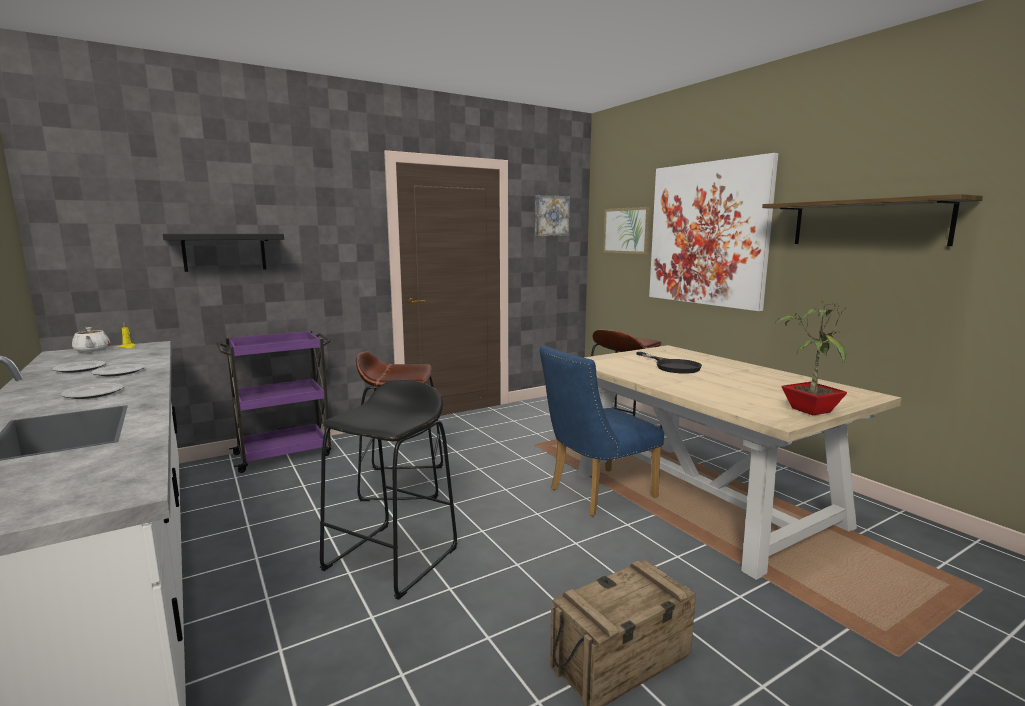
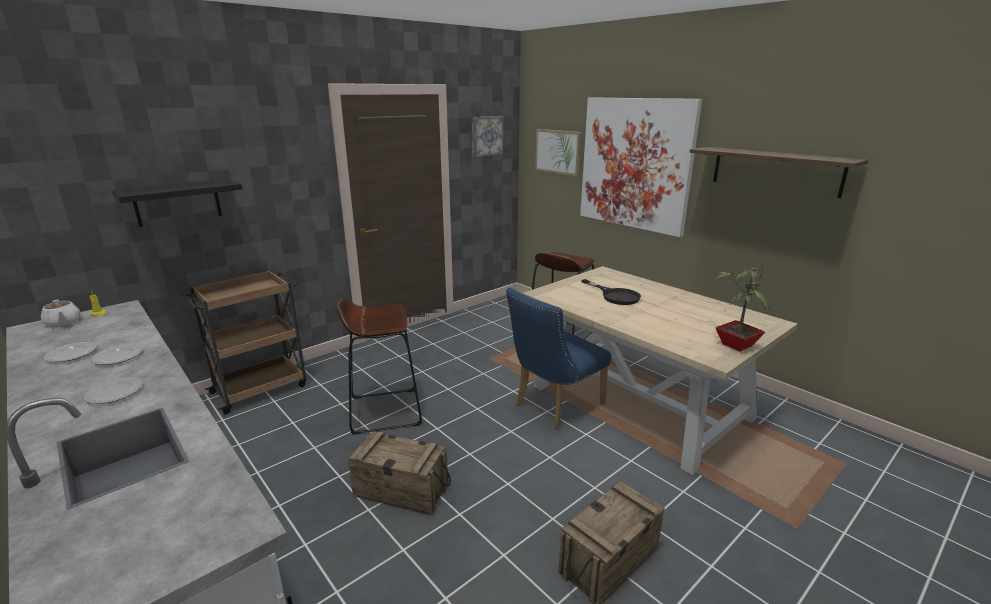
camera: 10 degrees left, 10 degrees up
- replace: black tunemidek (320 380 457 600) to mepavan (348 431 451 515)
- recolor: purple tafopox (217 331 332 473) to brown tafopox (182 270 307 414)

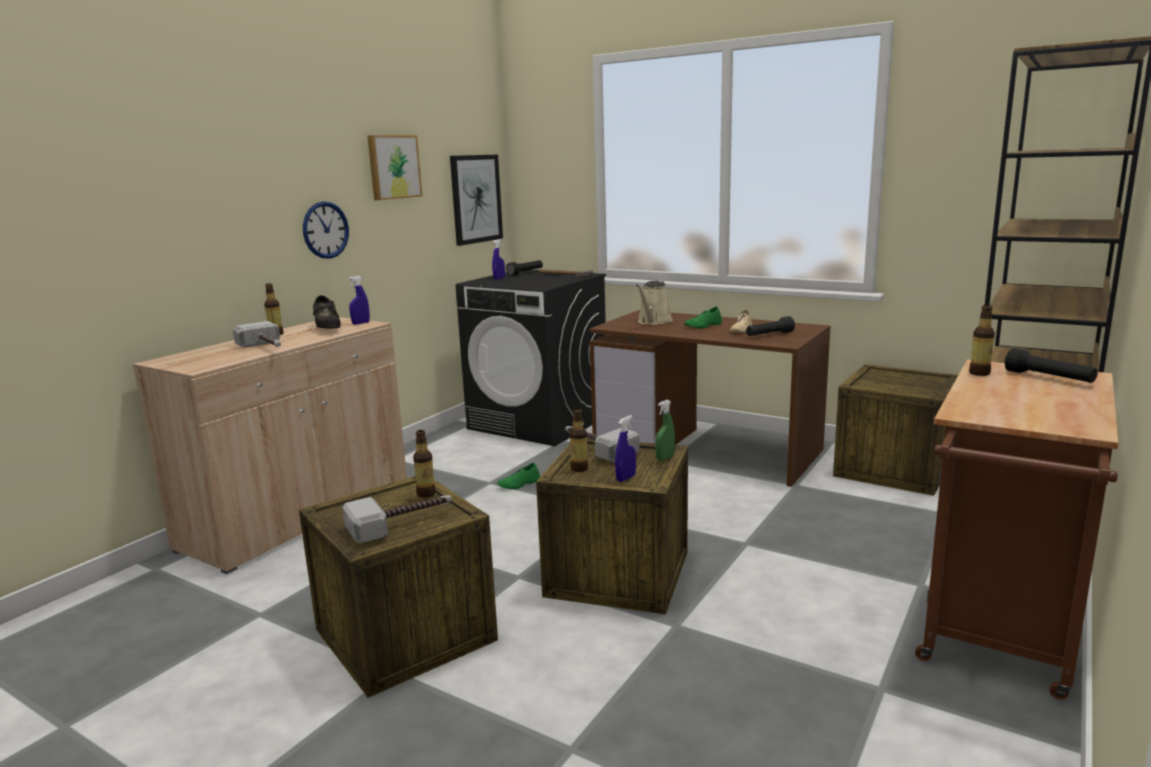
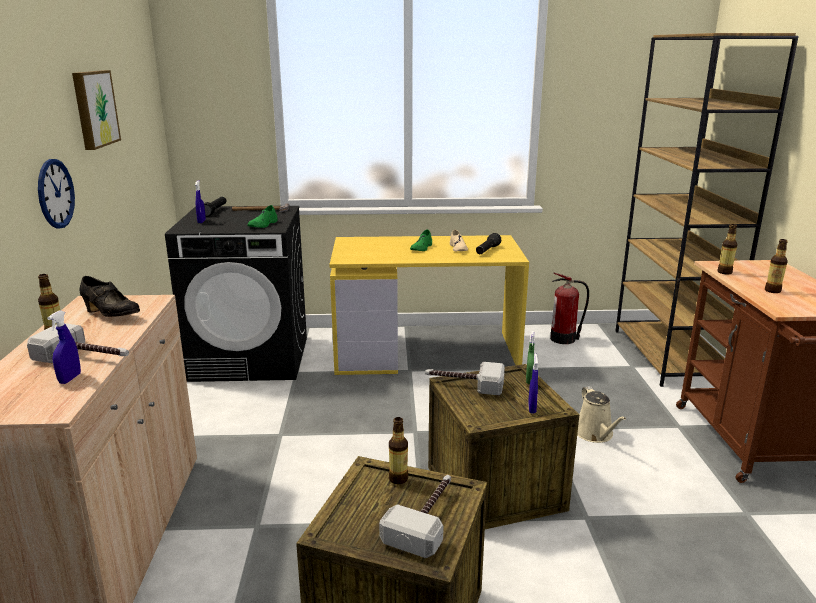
camera: 35 degrees left, 5 degrees up
- delete: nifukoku (450 155 503 246)
- delete: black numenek (1005 348 1098 383)
- move: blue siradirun (348 276 370 325) to (47 310 81 384)
- move: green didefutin (497 463 540 489) to (247 205 278 228)
- move: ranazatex (570 408 588 472) to (765 239 788 293)
- move: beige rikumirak (636 281 673 325) to (577 386 626 443)
- replace: mepavan (833 364 958 496) to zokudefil (550 273 589 344)
- recolor: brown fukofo (589 310 831 487) to yellow fukofo (329 235 529 375)

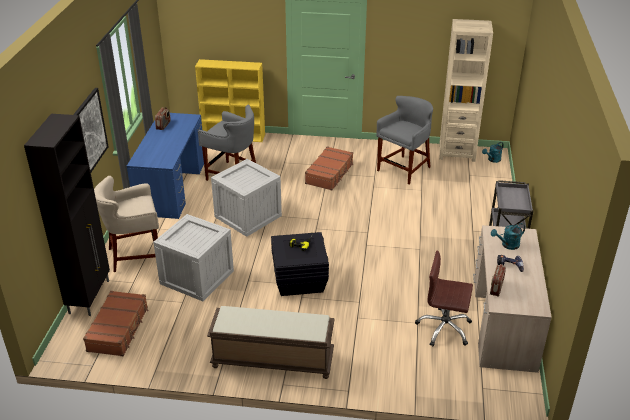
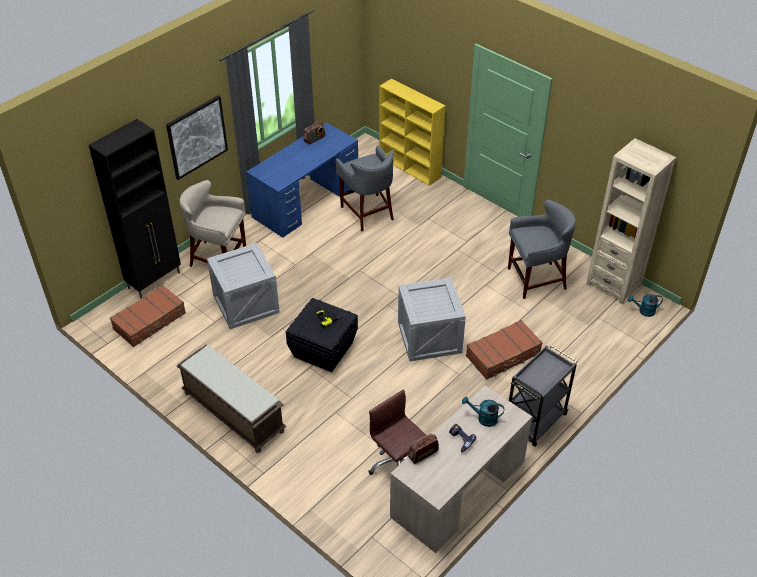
camera: 35 degrees right, 10 degrees up
- move: mepavan (211 159 282 237) to (398 278 466 361)
- move: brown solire (305 146 353 190) to (466 320 543 380)

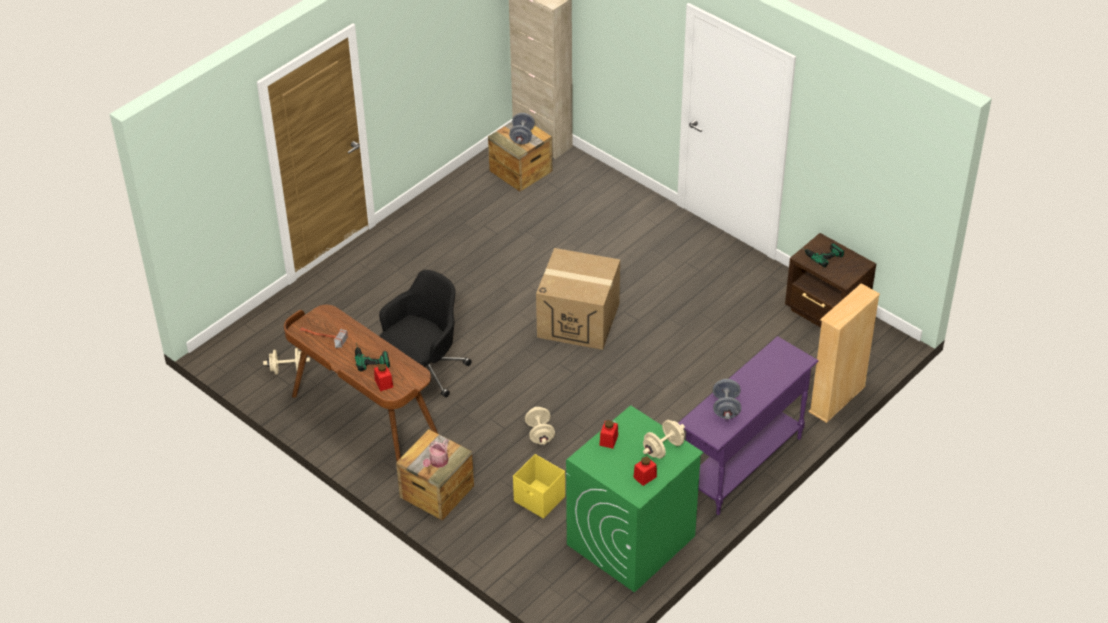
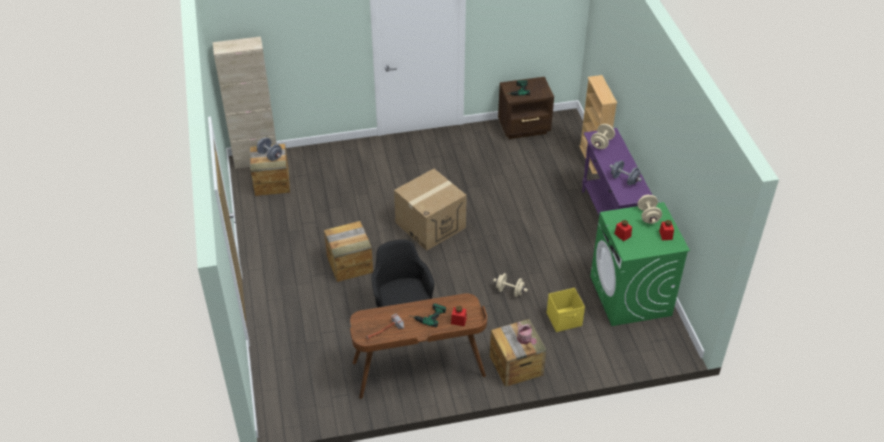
camera: 55 degrees left, 0 degrees up
- insert: mepavan (324 221 373 282)
- move: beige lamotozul (263 348 310 375) to (591 124 615 149)

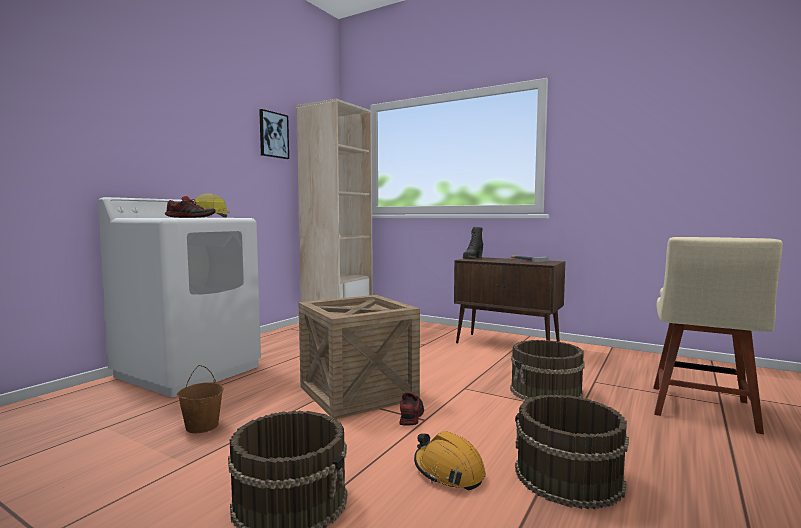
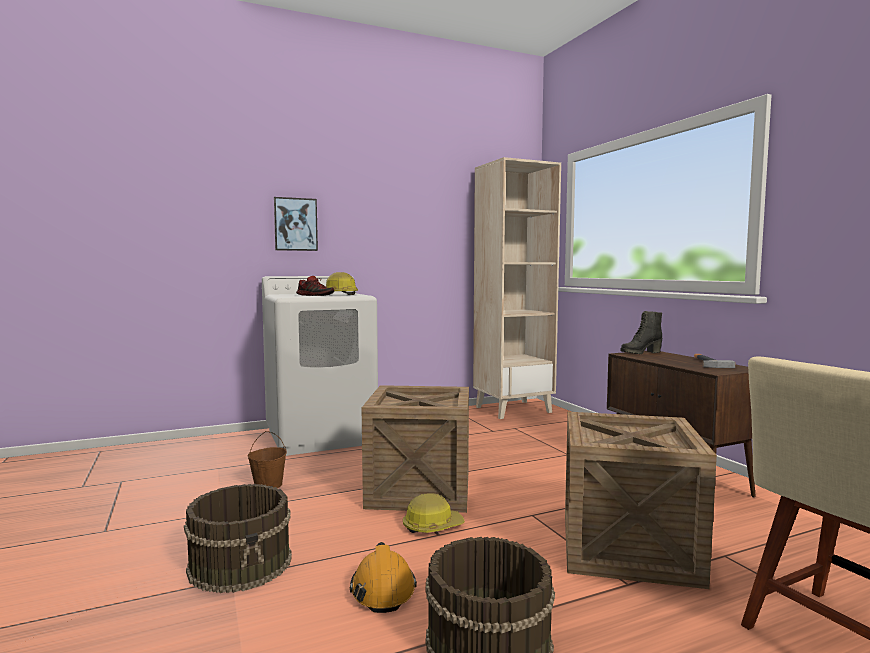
camera: 35 degrees right, 0 degrees up
- move: nifukoku (259 109 289 159) to (274 197 318 251)
- replace: didefutin (399 392 424 426) to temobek (403 493 465 533)
- replace: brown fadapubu (510 340 585 401) to mepavan (565 412 717 589)

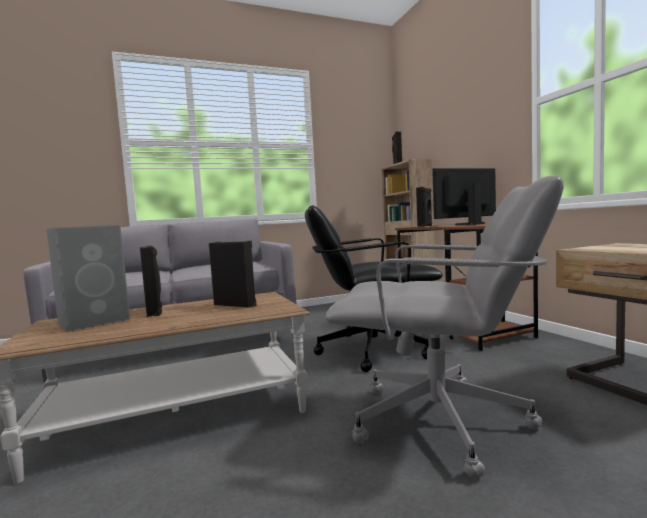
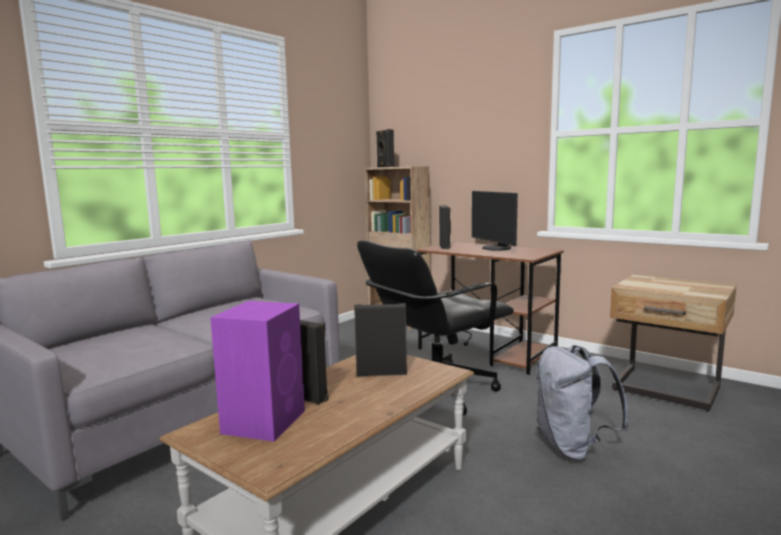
camera: 30 degrees left, 5 degrees up
- replace: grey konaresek (325 175 564 478) to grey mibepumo (536 345 629 462)
- recolor: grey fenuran (46 225 130 332) to purple fenuran (210 301 305 441)
- rotate: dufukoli (432 168 496 225) = (472 191 518 251) 60 degrees counterclockwise

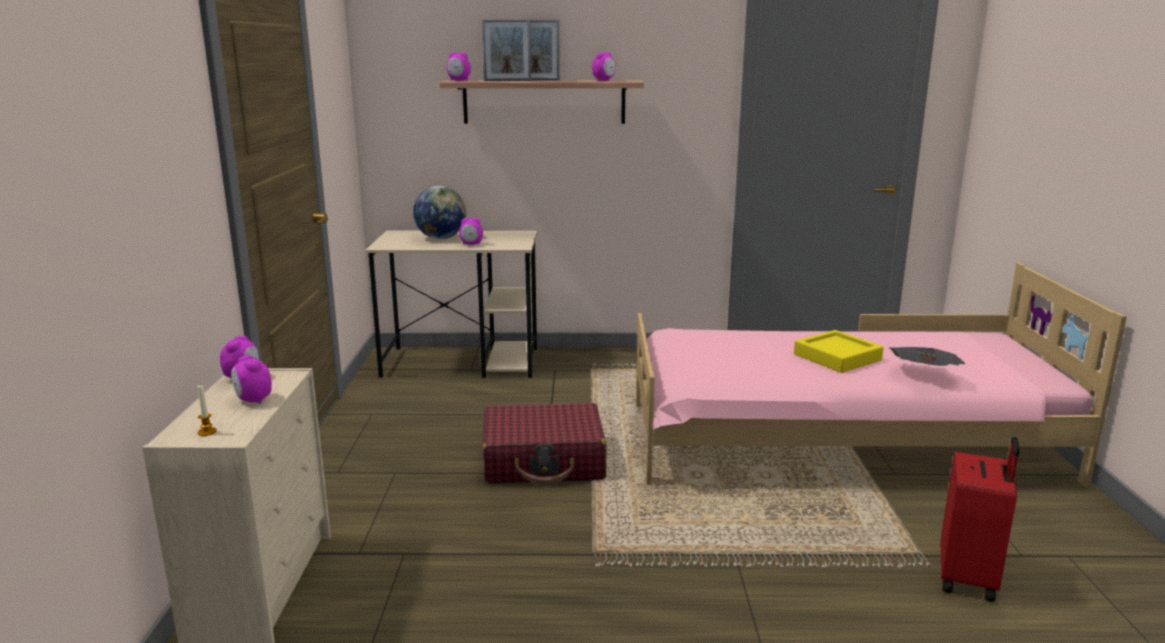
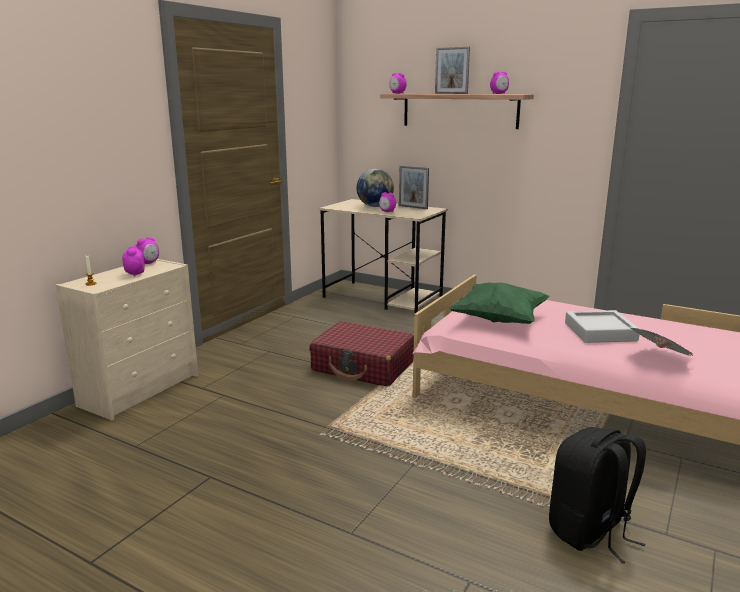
camera: 30 degrees right, 0 degrees up
- insert: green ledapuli (449 282 550 324)
- move: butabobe (482 19 531 81) to (399 166 429 209)
- replace: red solire (940 437 1020 602) to black mibepumo (549 427 646 564)
- recolor: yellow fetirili (794 330 884 373) to grey fetirili (565 310 640 343)

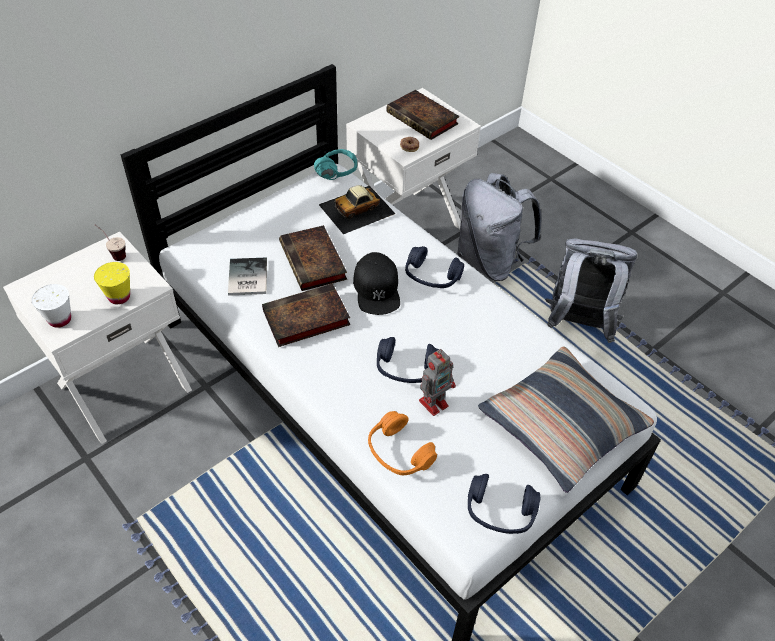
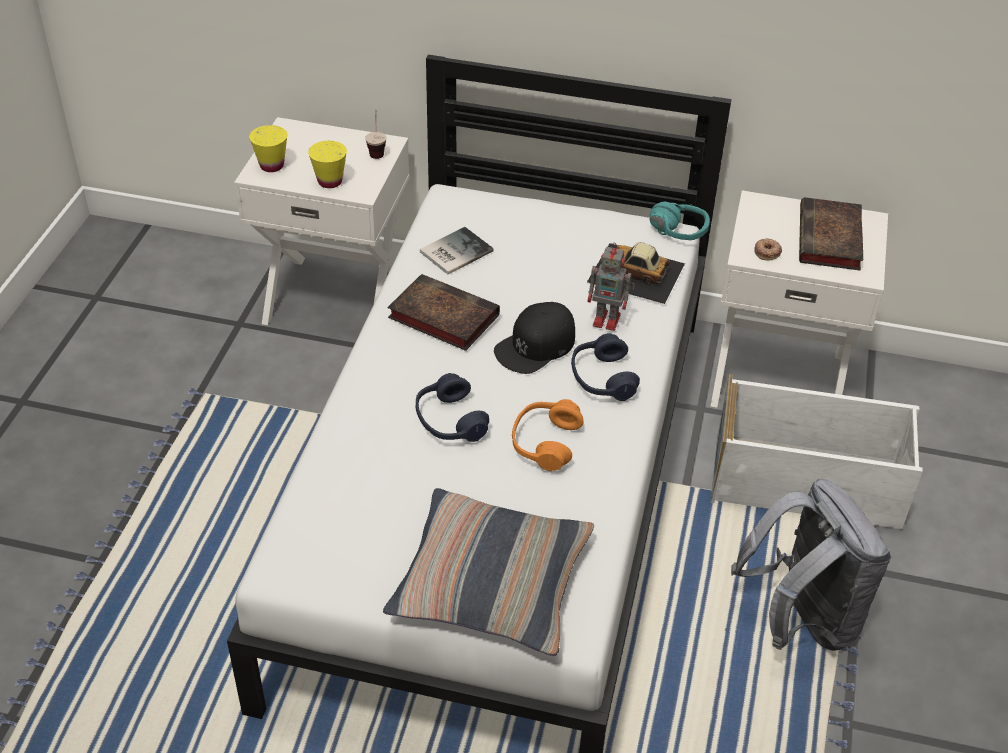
camera: 55 degrees right, 5 degrees down
- delete: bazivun (279 225 347 291)
- delete: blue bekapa (468 474 541 534)
- move: orange bekapa (368 411 437 475) to (512 399 584 471)
- move: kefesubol (419 349 456 416) to (587 243 635 331)
- replace: grey mibepumo (457 173 541 281) to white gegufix (711 374 923 529)
- recolor: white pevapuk (32 284 71 328) to yellow pevapuk (249 125 287 172)

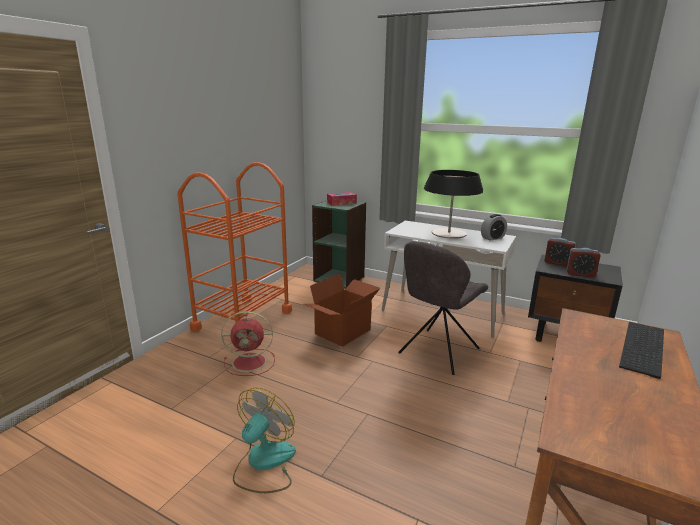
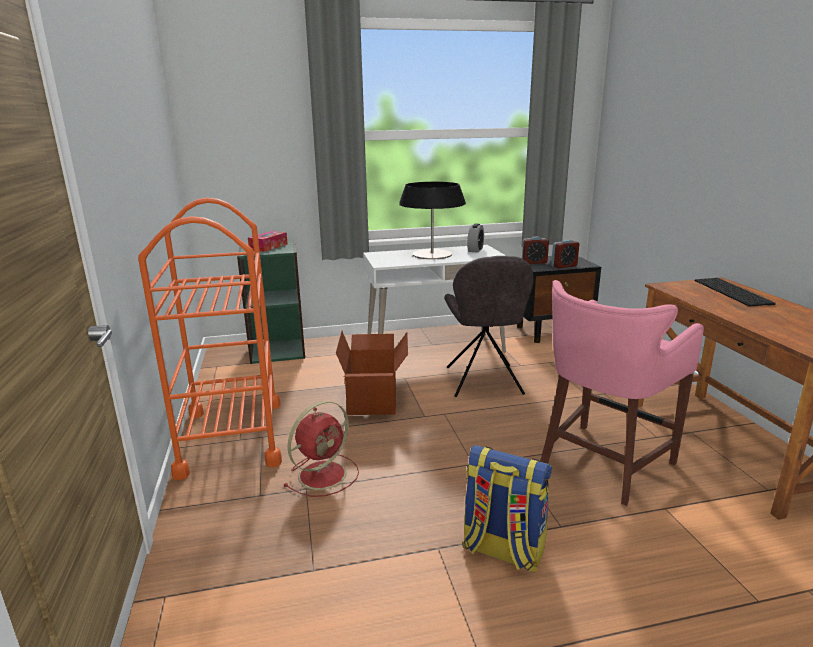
camera: 40 degrees left, 0 degrees up
- insert: pink tunemidek (540 280 704 506)
- replace: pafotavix (233 387 296 493) to mibepumo (462 445 552 573)

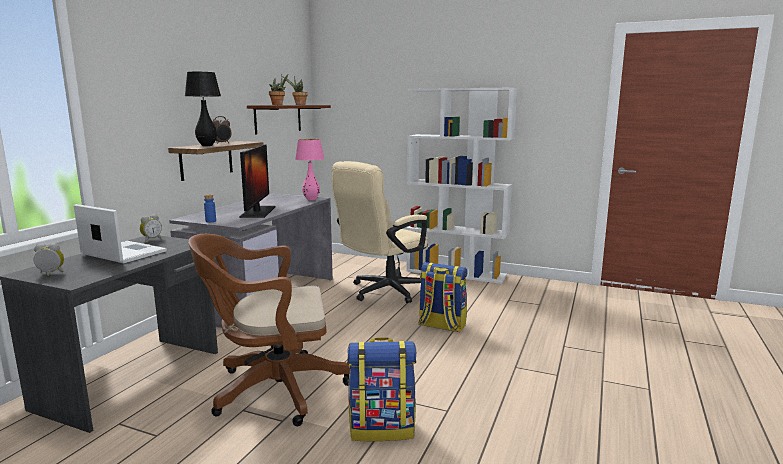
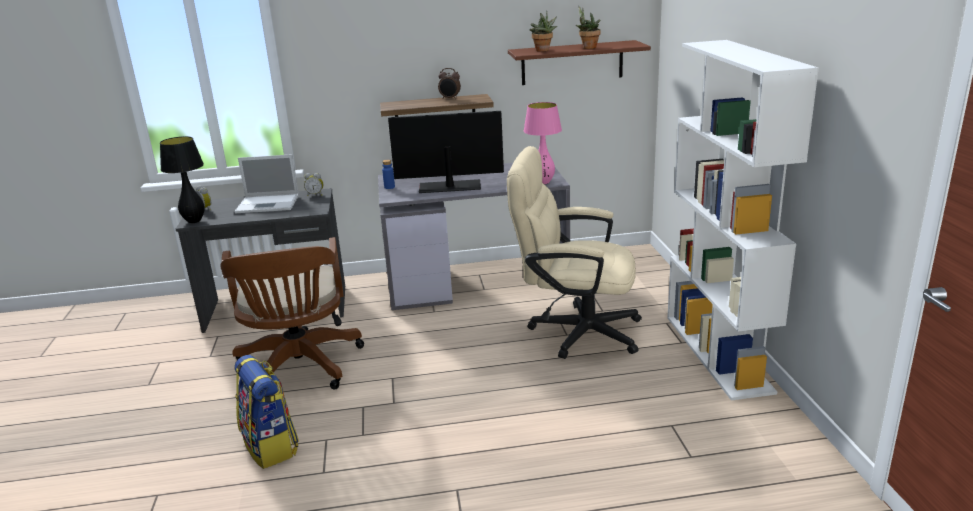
camera: 60 degrees right, 10 degrees up
- delete: mibepumo (418 262 468 332)
- move: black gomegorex (185 72 221 146) to (160 136 205 223)
- rotate: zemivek (74 204 167 263) = (234 154 299 213) 90 degrees clockwise
- rotate: brown konaresek (188 234 350 426) = (221 237 364 390) 150 degrees counterclockwise
- rotate: dufukoli (239 144 275 218) = (388 111 504 193) 150 degrees counterclockwise

